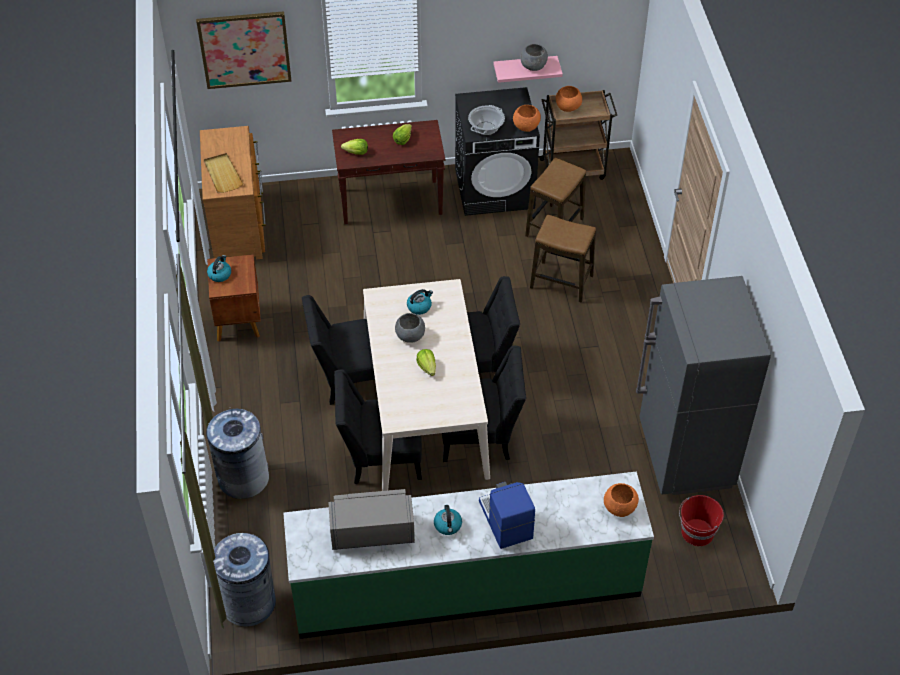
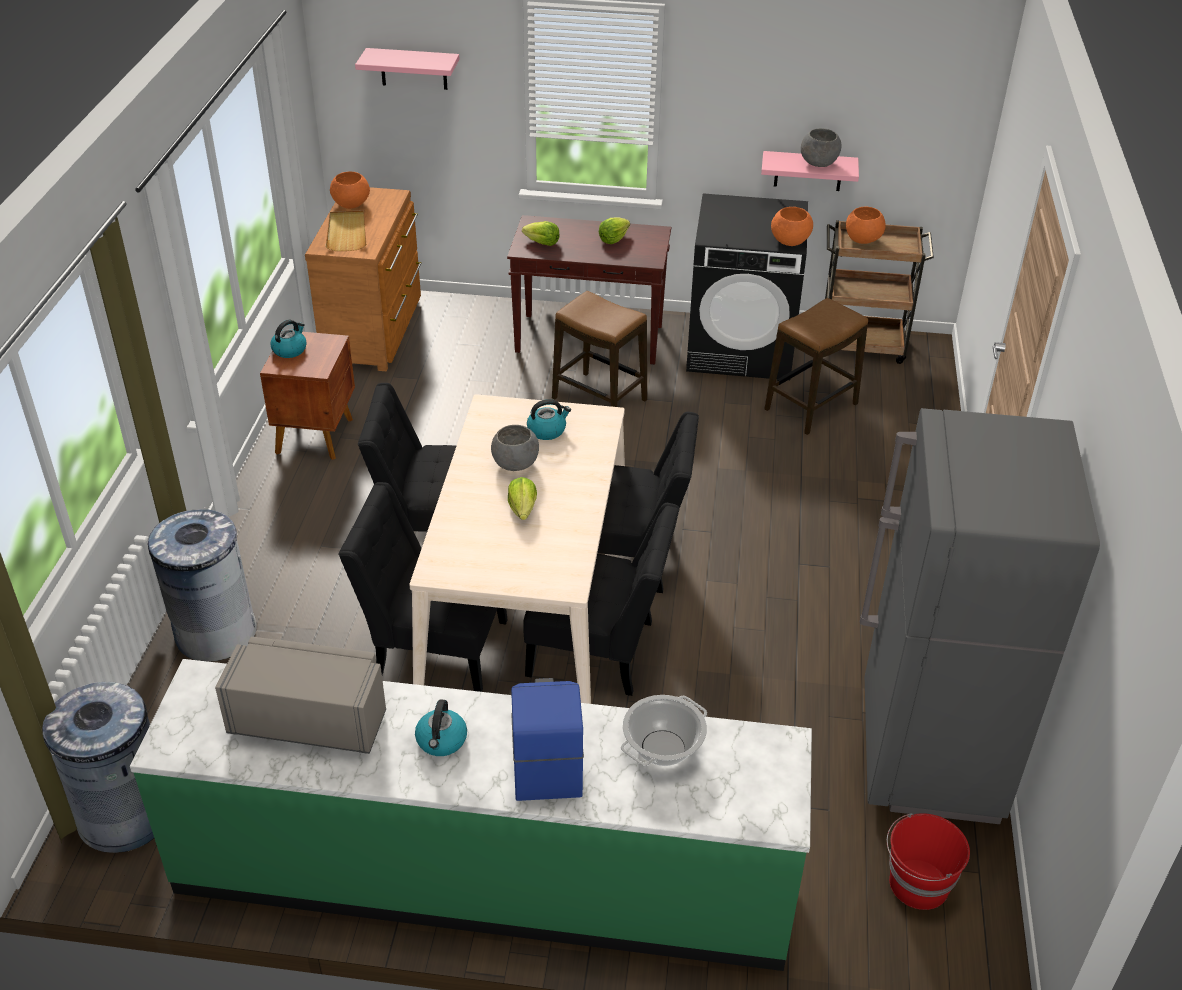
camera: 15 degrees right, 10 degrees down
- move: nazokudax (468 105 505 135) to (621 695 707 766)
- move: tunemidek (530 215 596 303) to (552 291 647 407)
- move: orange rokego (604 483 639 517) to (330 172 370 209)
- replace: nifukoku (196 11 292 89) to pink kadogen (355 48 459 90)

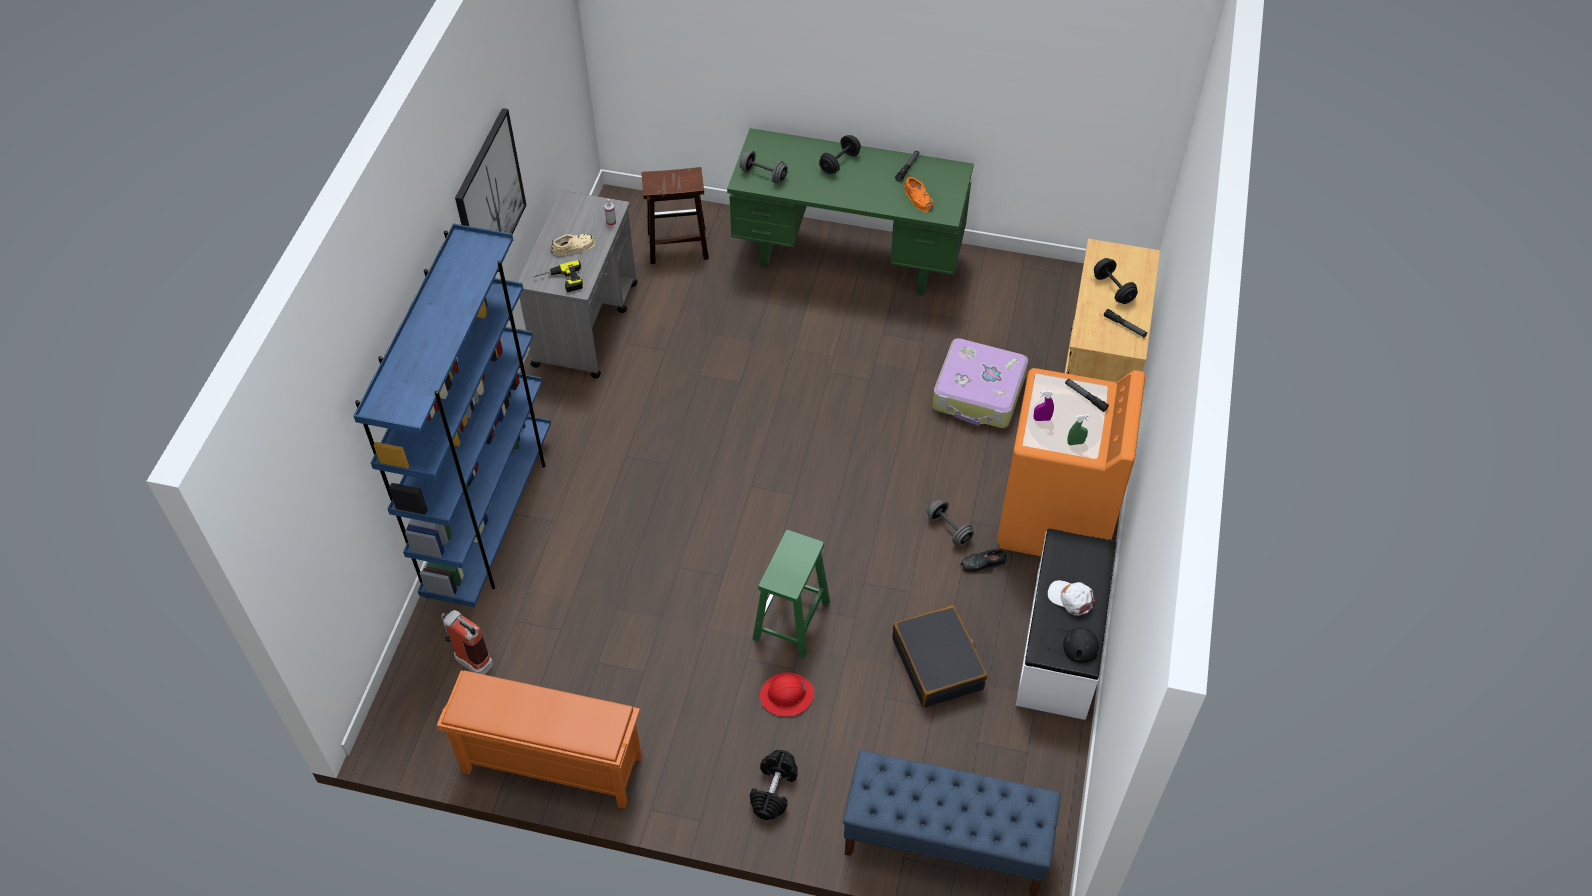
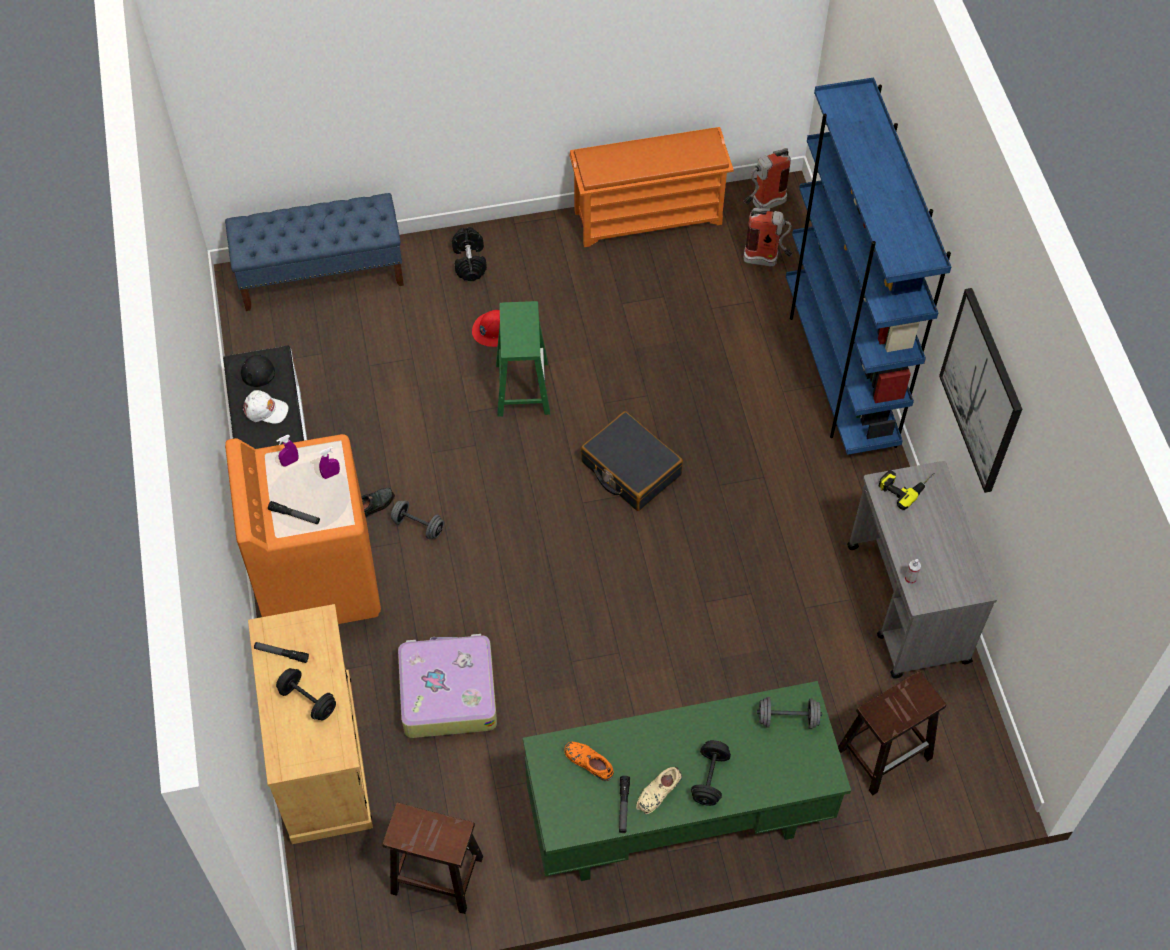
camera: 155 degrees right, 5 degrees up
- insert: brown tunemidek (382 803 483 914)
- insert: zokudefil (744 148 791 209)
- move: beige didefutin (550 234 596 256) to (636 767 682 814)
- move: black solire (892 605 987 708) to (581 411 683 511)
- recolor: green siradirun (1067 414 1090 445) to purple siradirun (276 435 298 467)
- rotate: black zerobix (1048 627 1100 663) = (229 355 275 387) 150 degrees counterclockwise

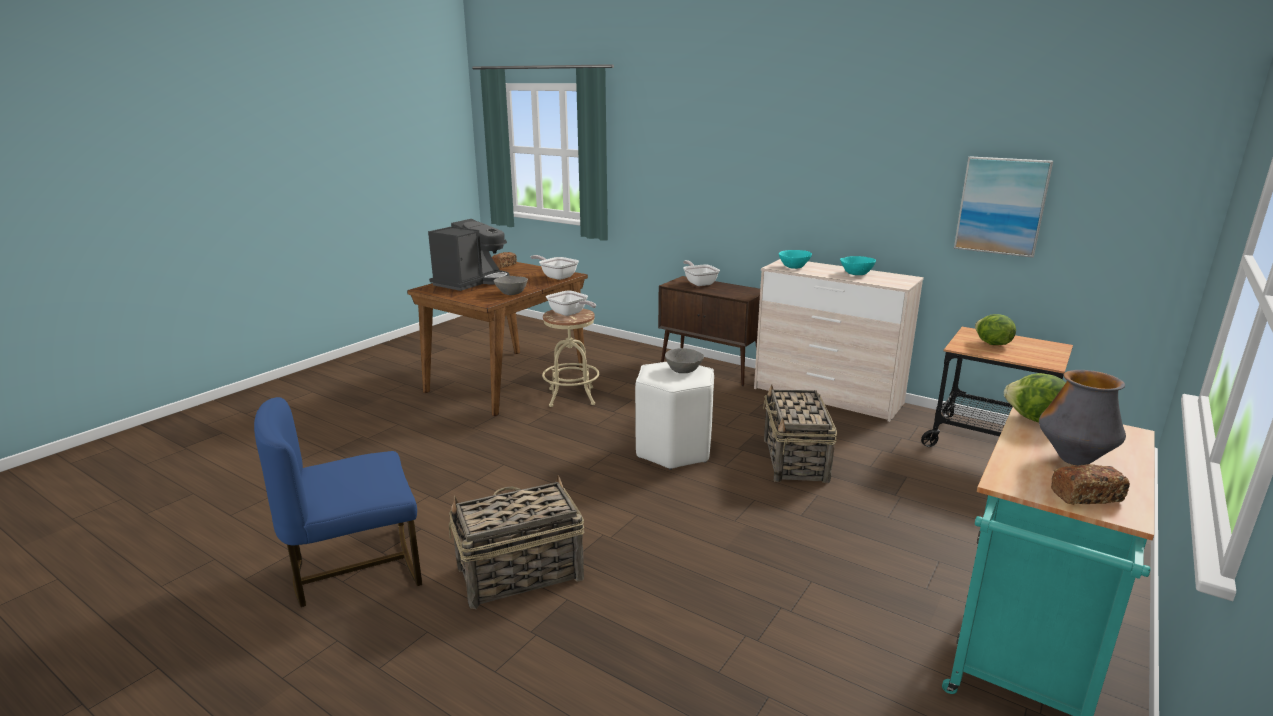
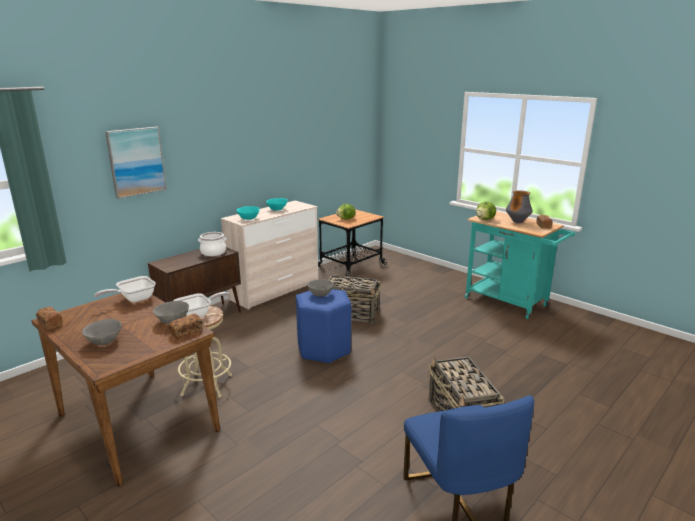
camera: 80 degrees left, 0 degrees up
- delete: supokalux (683 260 720 286)
- insert: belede (169 314 203 339)
- insert: nazokudax (198 232 226 256)
- move: nifukoku (954 156 1053 258) to (105 127 167 199)
- replace: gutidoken (428 219 509 291) to grey rokego (82 319 122 345)
- recolor: white tunemidek (635 362 714 470) to blue tunemidek (296 289 351 364)

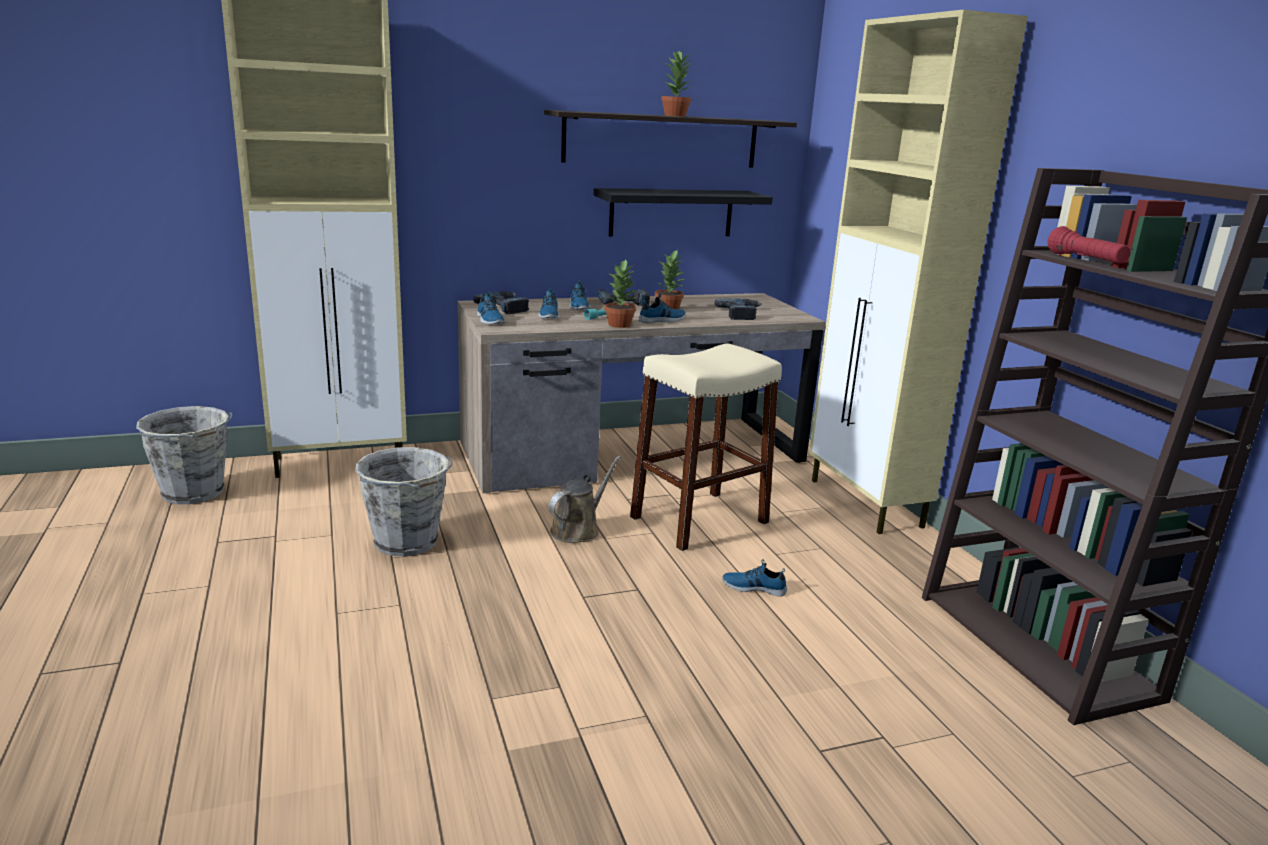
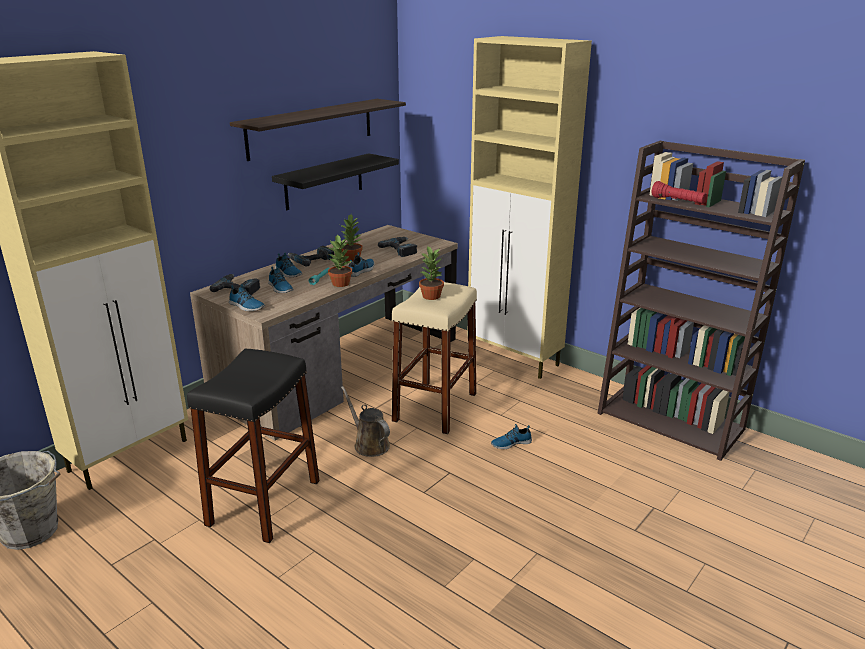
camera: 30 degrees left, 5 degrees up
- move: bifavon (661 51 692 117) to (419 245 444 300)
- replace: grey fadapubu (356 447 452 557) to black tunemidek (187 349 320 543)
- rotate: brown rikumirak (549 456 621 543) = (341 386 390 457) 45 degrees counterclockwise

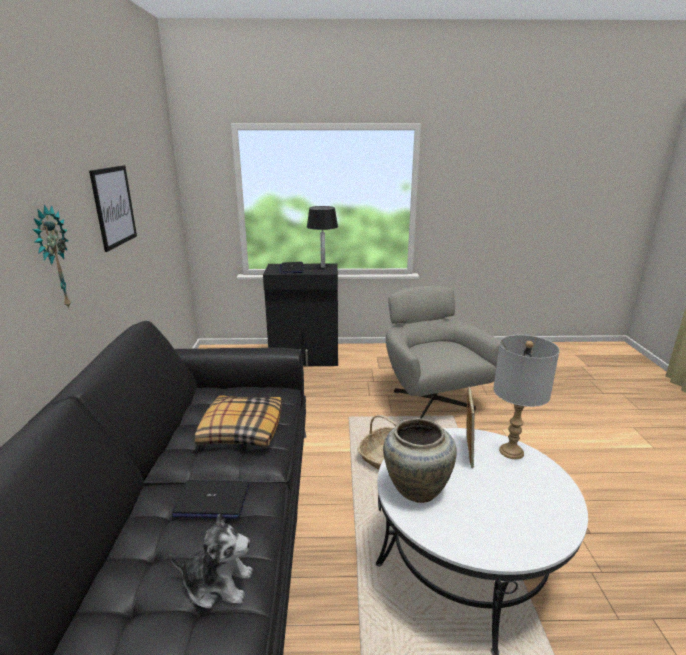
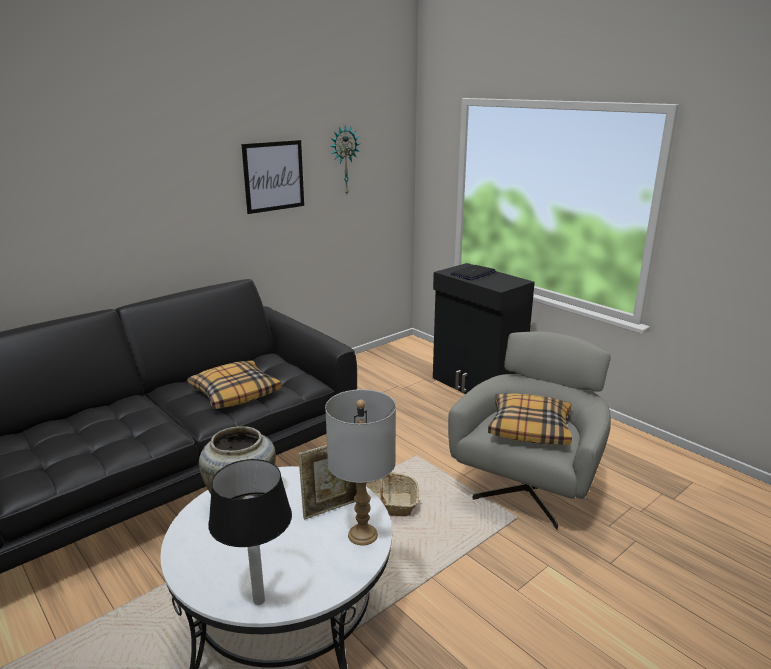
camera: 50 degrees right, 0 degrees up
- delete: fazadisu (170 514 253 609)
- delete: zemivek (172 480 249 519)
- insert: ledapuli (488 393 572 445)
- move: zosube (32 204 71 308) to (330 125 360 194)
- move: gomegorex (307 206 338 268) to (208 459 292 605)

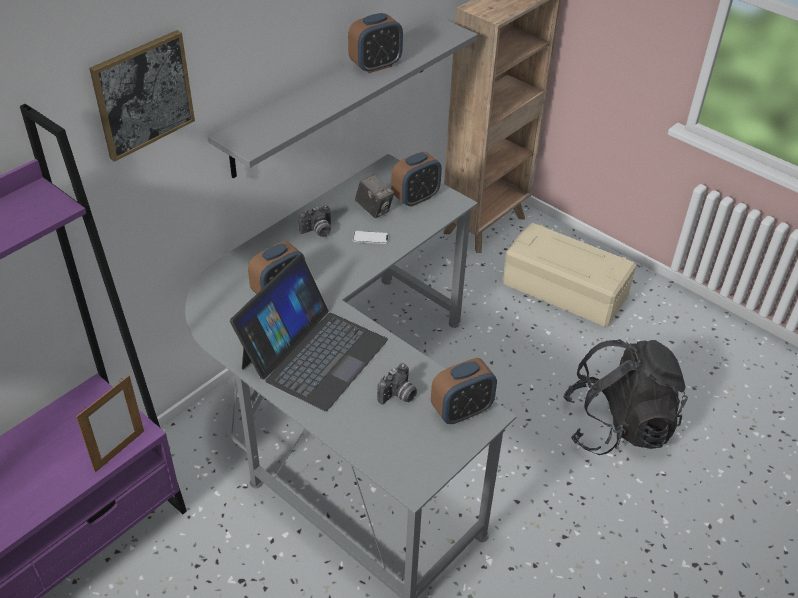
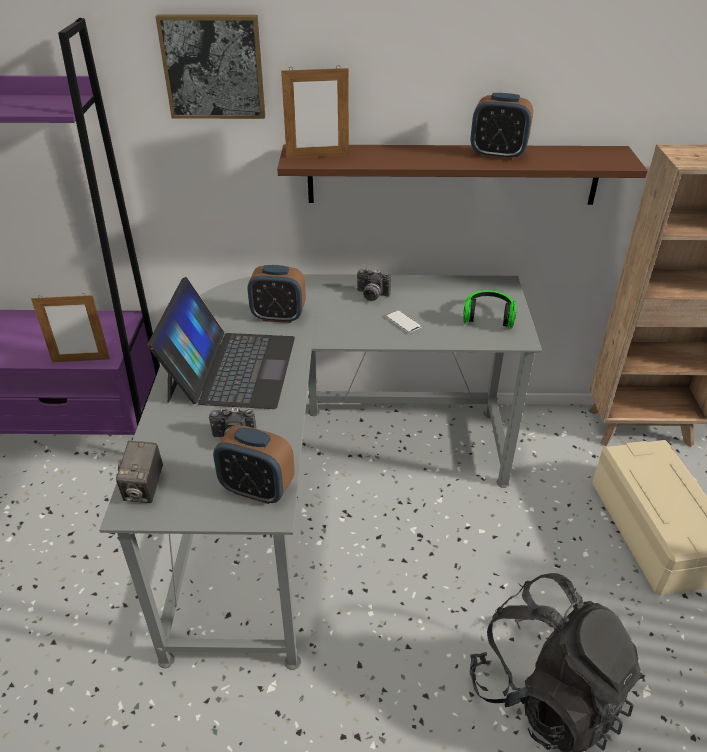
camera: 50 degrees right, 5 degrees down
- insert: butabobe (281 65 349 158)
- move: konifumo (355 174 394 218) to (116 441 163 503)
- replace: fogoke (391 151 442 207) to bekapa (463 290 516 328)
- recolor: grey kadogen (207 16 478 178) to brown kadogen (277 144 648 205)
- rotate: zemivek (230 255 388 411) = (147 277 295 409) 75 degrees counterclockwise

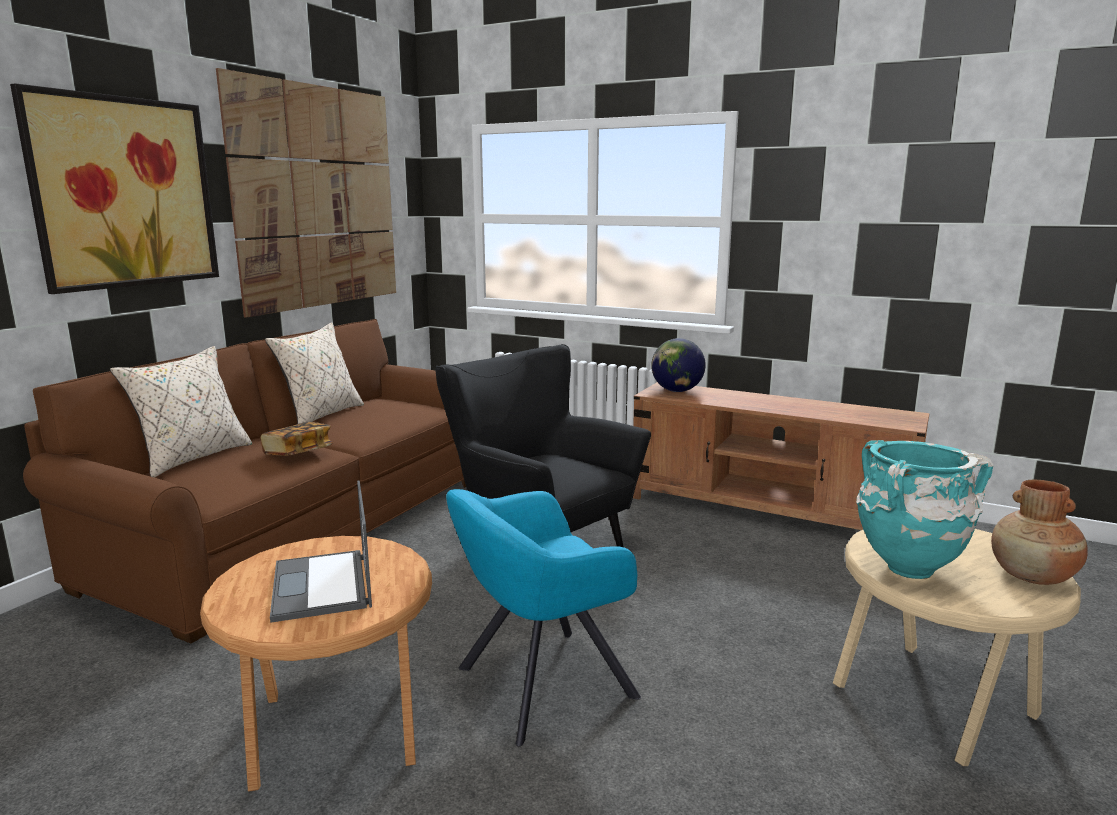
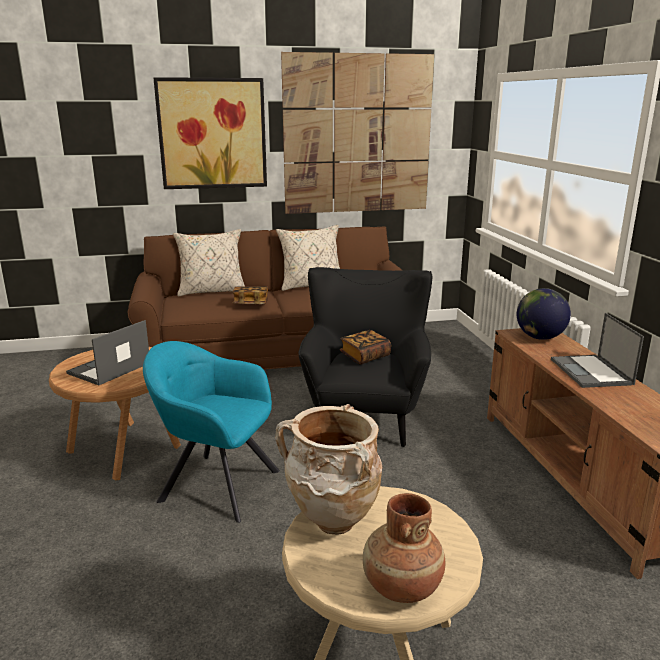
camera: 50 degrees right, 5 degrees up
- insert: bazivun (340 330 391 365)
- insert: zemivek (551 313 644 388)
- recolor: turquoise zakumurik (856 440 993 579) to beige zakumurik (275 404 382 535)

